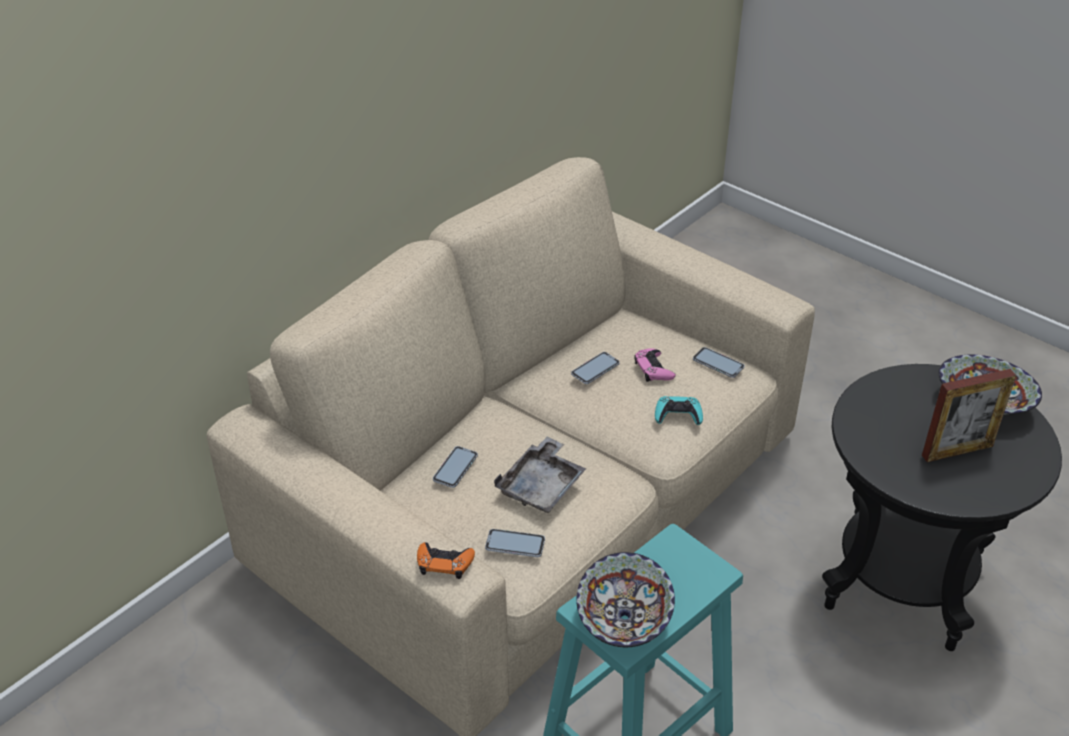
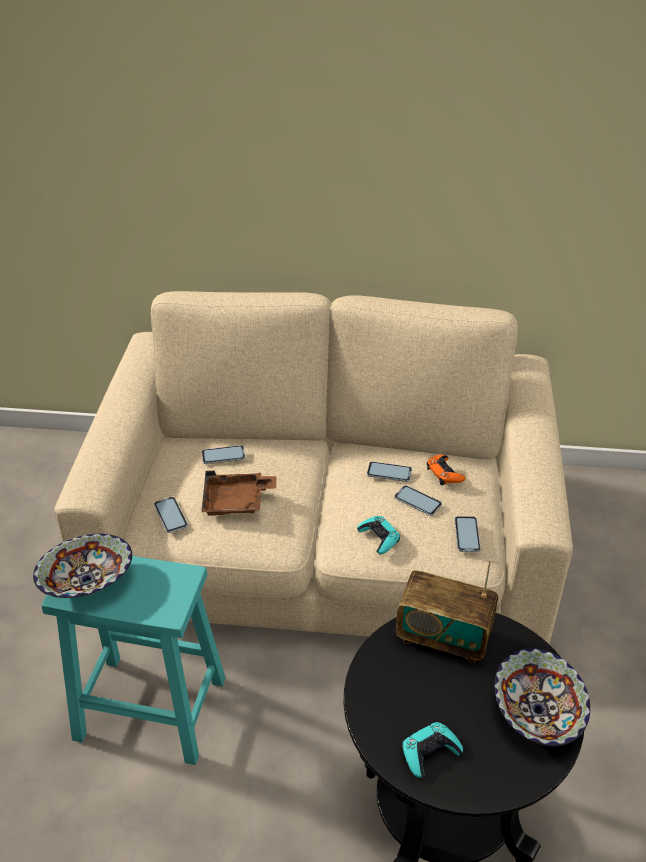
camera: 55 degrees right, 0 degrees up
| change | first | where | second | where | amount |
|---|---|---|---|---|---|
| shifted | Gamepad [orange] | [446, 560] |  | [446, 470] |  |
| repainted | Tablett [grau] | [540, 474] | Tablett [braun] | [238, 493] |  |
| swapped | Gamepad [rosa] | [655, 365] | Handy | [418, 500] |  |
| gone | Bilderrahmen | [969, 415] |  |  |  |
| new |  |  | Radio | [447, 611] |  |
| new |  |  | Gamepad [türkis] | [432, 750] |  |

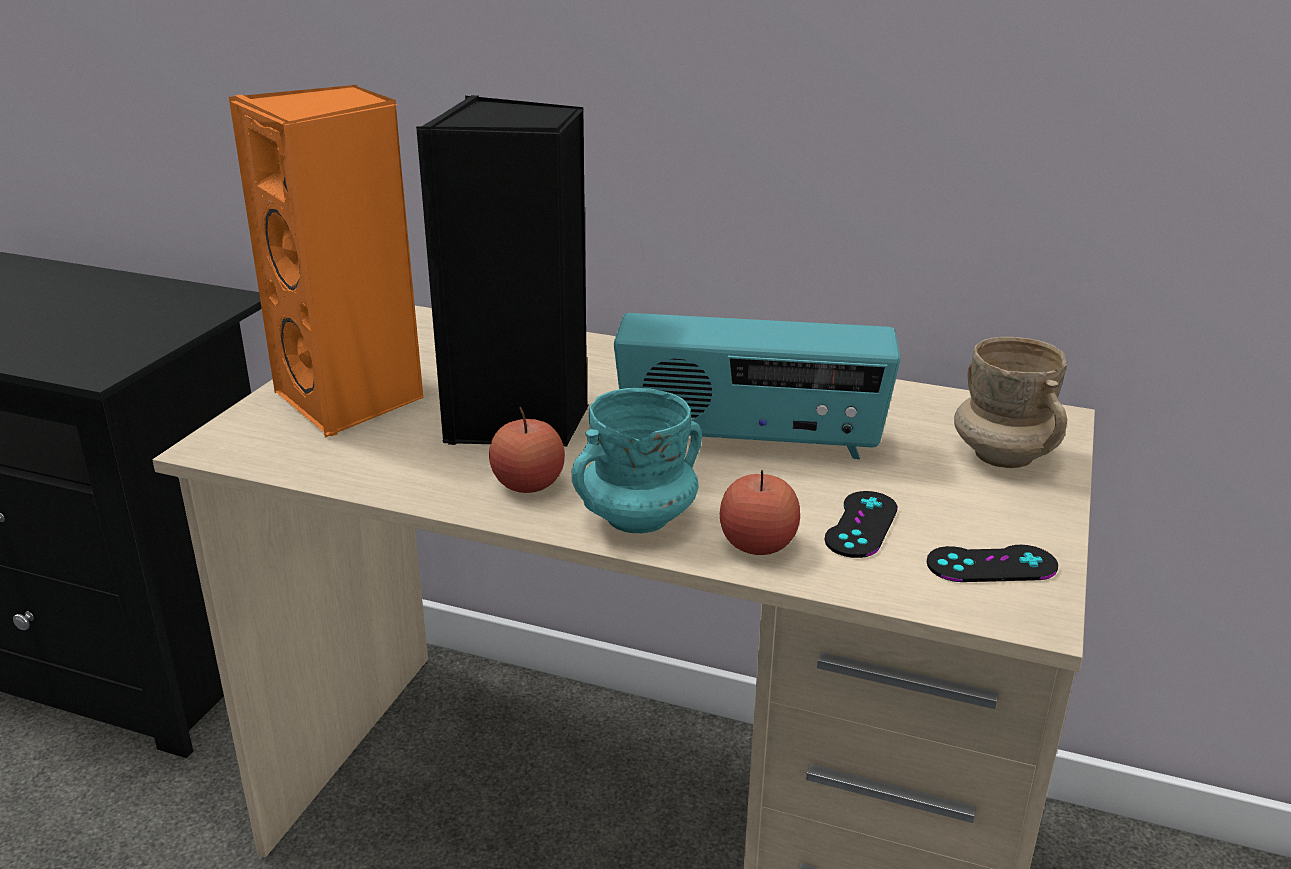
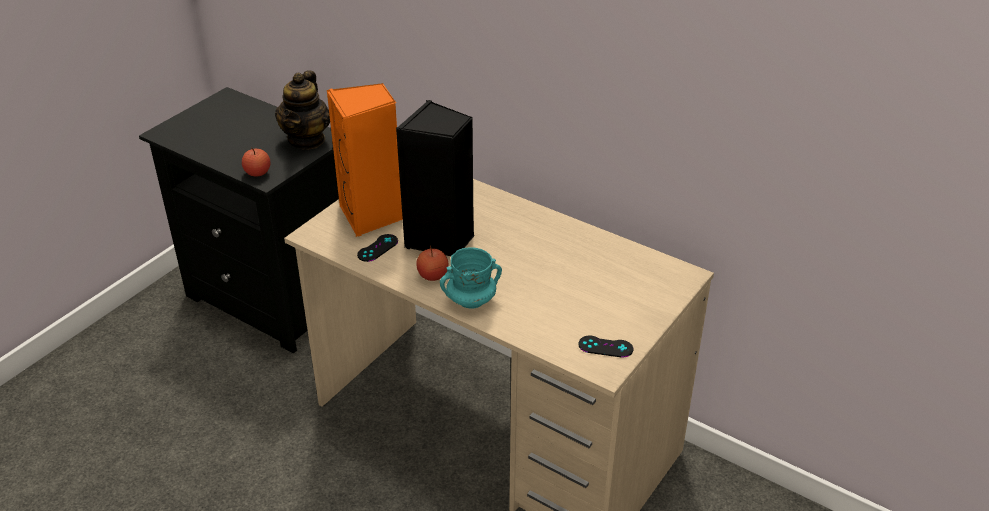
camera: 15 degrees right, 10 degrees up
| change | first | where | second | where | amount |
|---|---|---|---|---|---|
| gone | Radio | [757, 386] |  |  |  |
| shifted | Apfel | [760, 512] |  | [256, 162] |  |
| shifted | Gamepad [schwarz] | [861, 524] |  | [377, 248] |  |
| gone | Henkelbecher [beige] | [1010, 402] |  |  |  |
| new |  |  | Teekanne | [302, 110] |  |

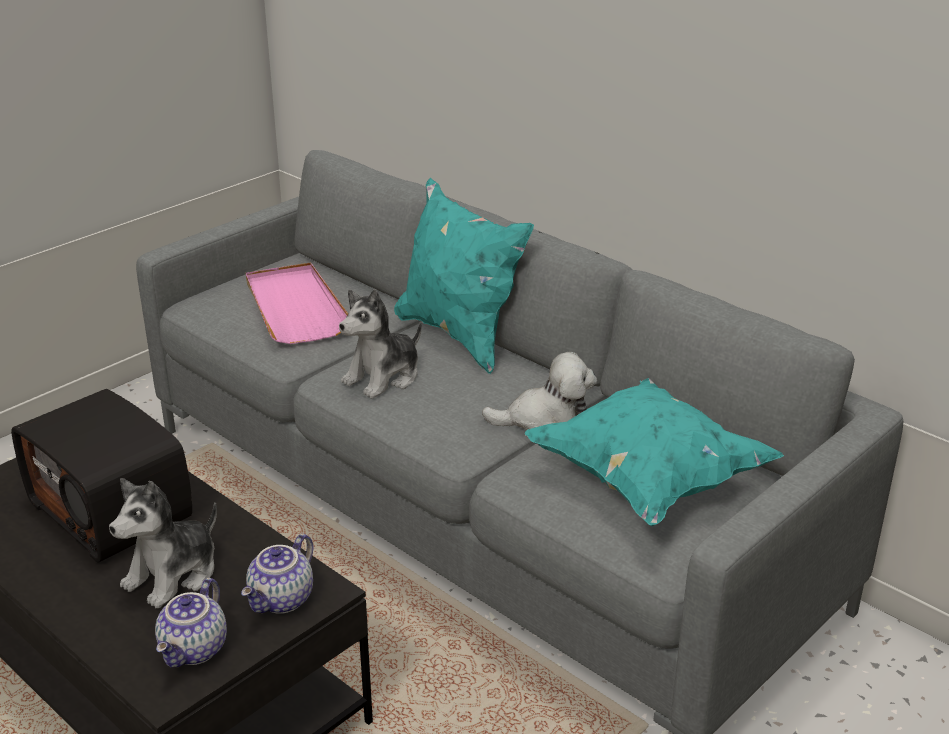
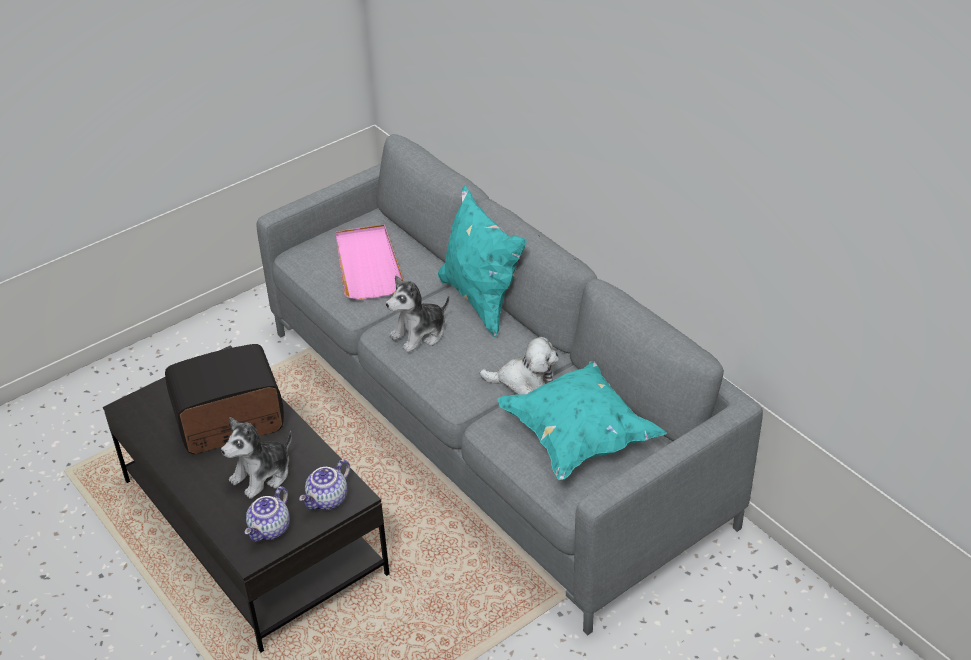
camera: 10 degrees right, 10 degrees up
| change | first | where | second | where | amount |
|---|---|---|---|---|---|
| rotated | Radio | [101, 476] |  | [224, 399] | 105 degrees clockwise |

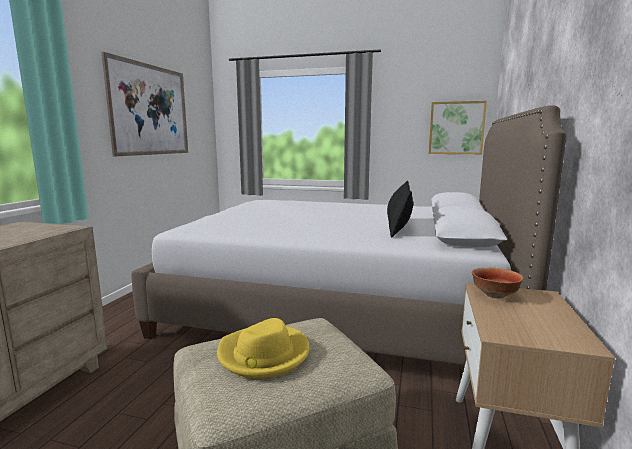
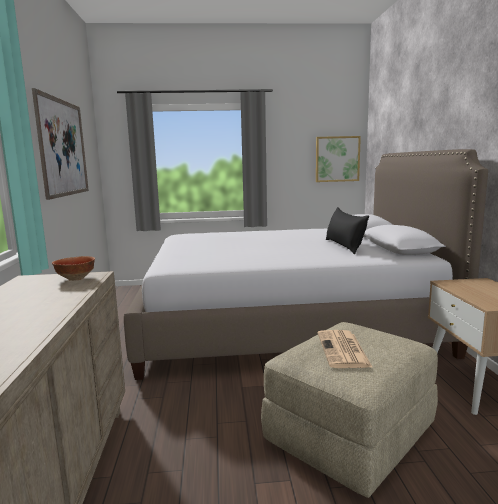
camera: 20 degrees left, 0 degrees up
| change | first | where | second | where | amount |
|---|---|---|---|---|---|
| swapped | Hut [gelb] | [263, 348] | Zeitung | [345, 349] |  |
| shifted | Schüssel | [497, 283] |  | [73, 268] |  |

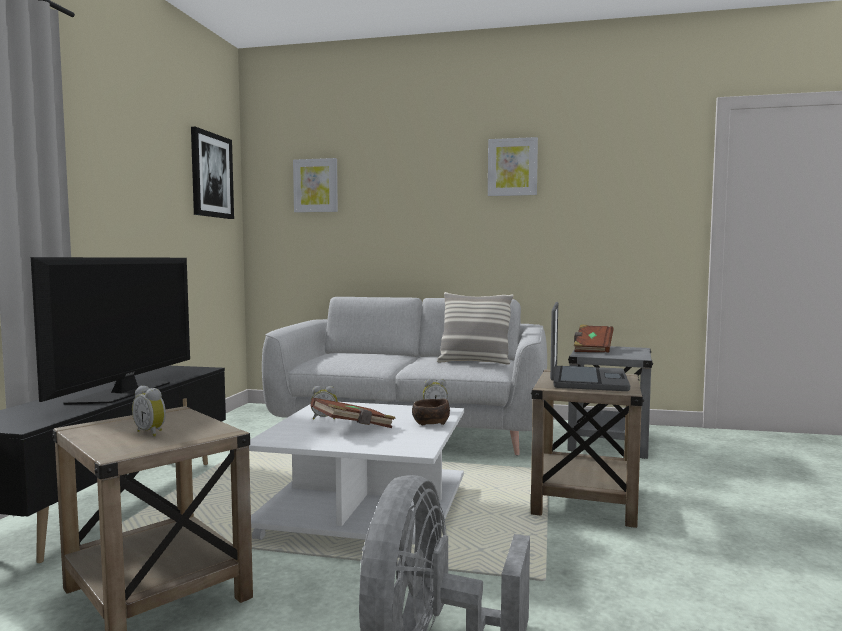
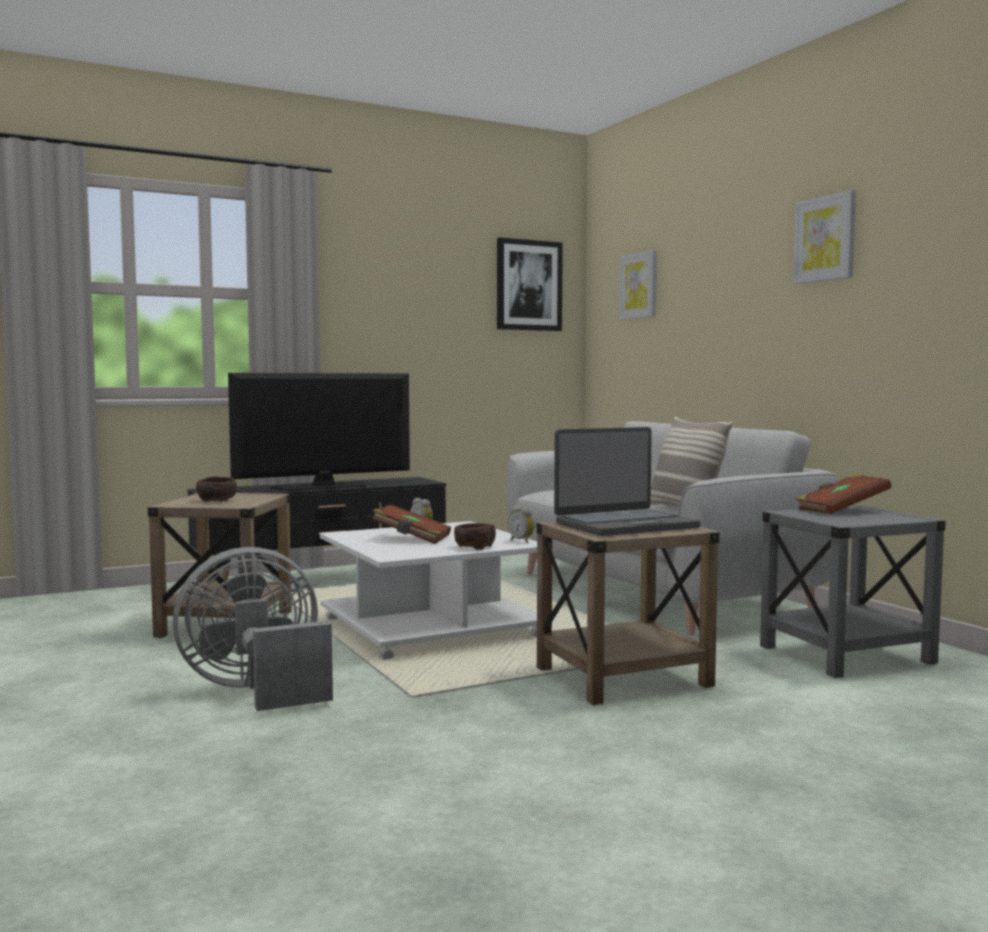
camera: 50 degrees right, 0 degrees up
| change | first | where | second | where | amount |
|---|---|---|---|---|---|
| swapped | Wecker | [149, 411] | Schüssel [braun] | [216, 489] |  |

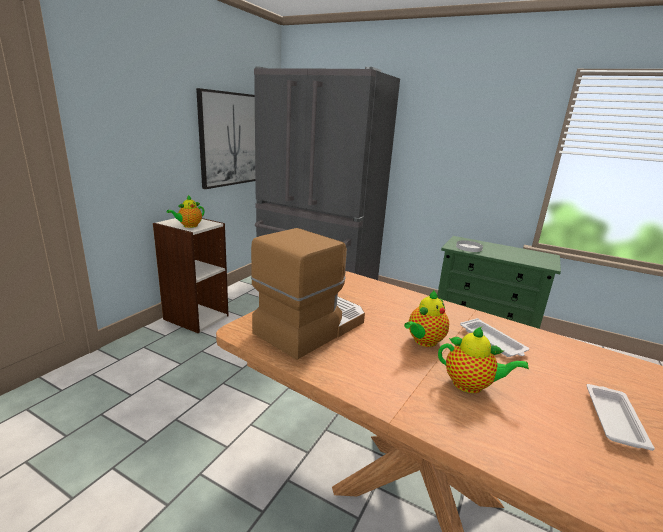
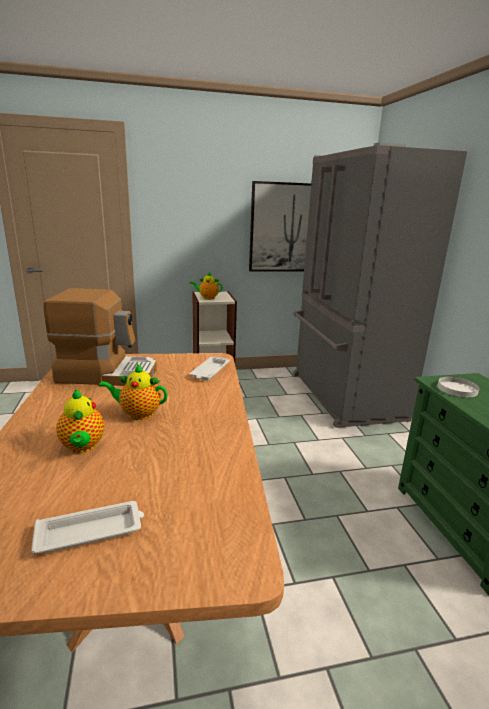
camera: 50 degrees right, 0 degrees up
| change | first | where | second | where | amount |
|---|---|---|---|---|---|
| shifted | Tablett [weiß] | [494, 337] |  | [209, 368] |  |

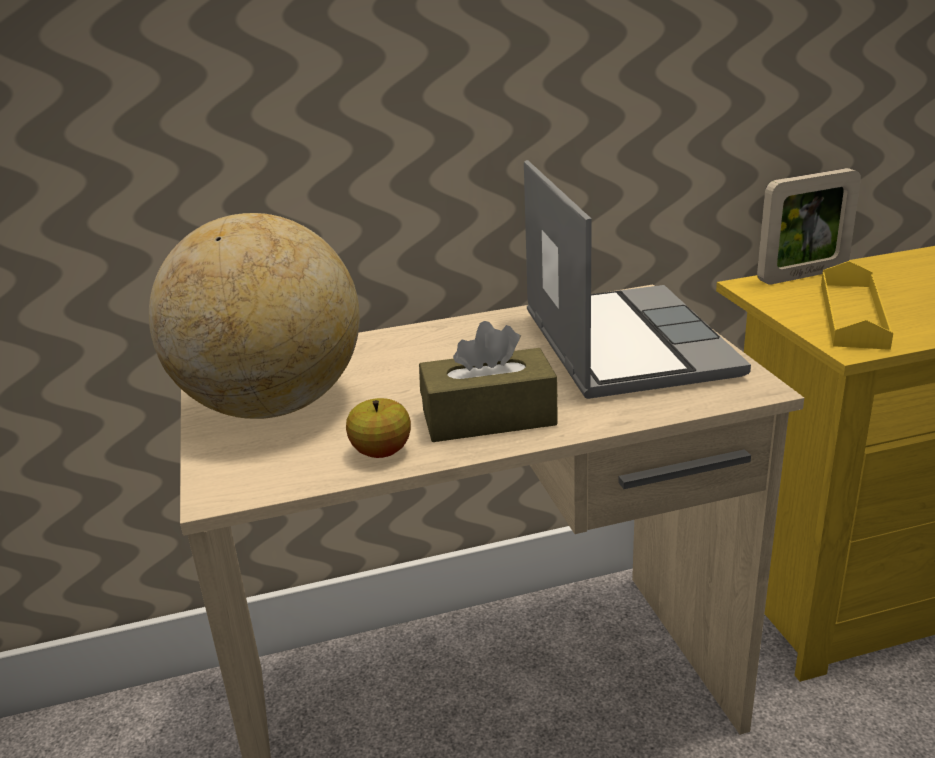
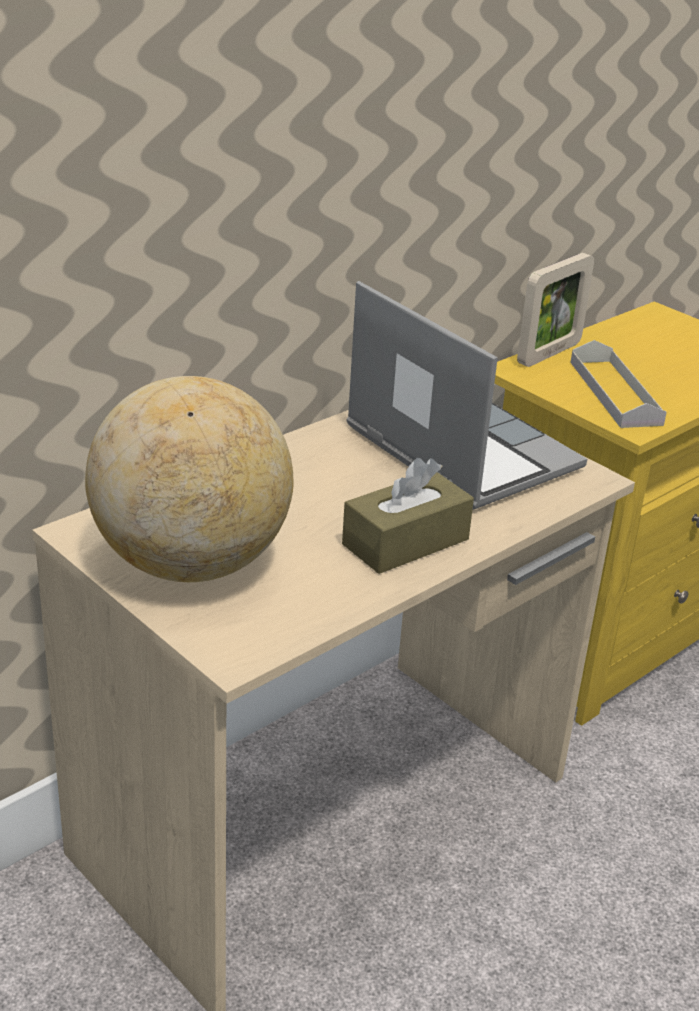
camera: 30 degrees left, 5 degrees up
| change | first | where | second | where | amount |
|---|---|---|---|---|---|
| gone | Apfel | [378, 428] |  |  |  |
| repainted | Tablett [gelb] | [857, 305] | Tablett [grau] | [618, 384] |  |

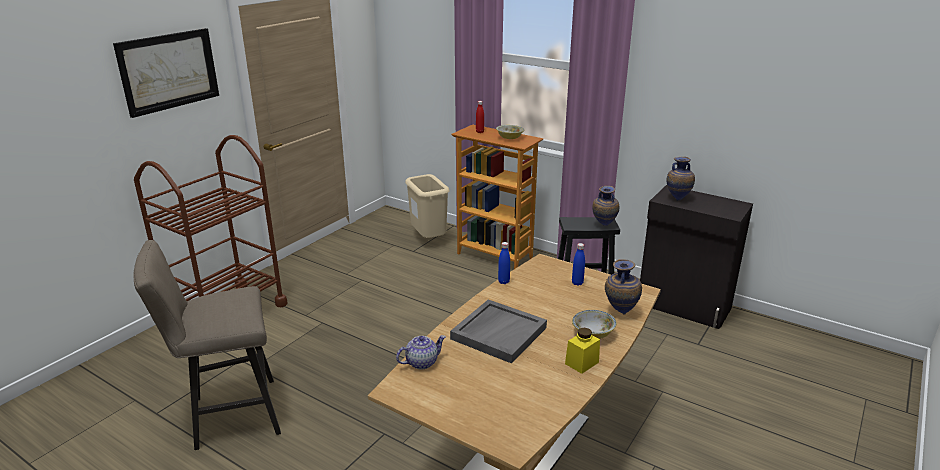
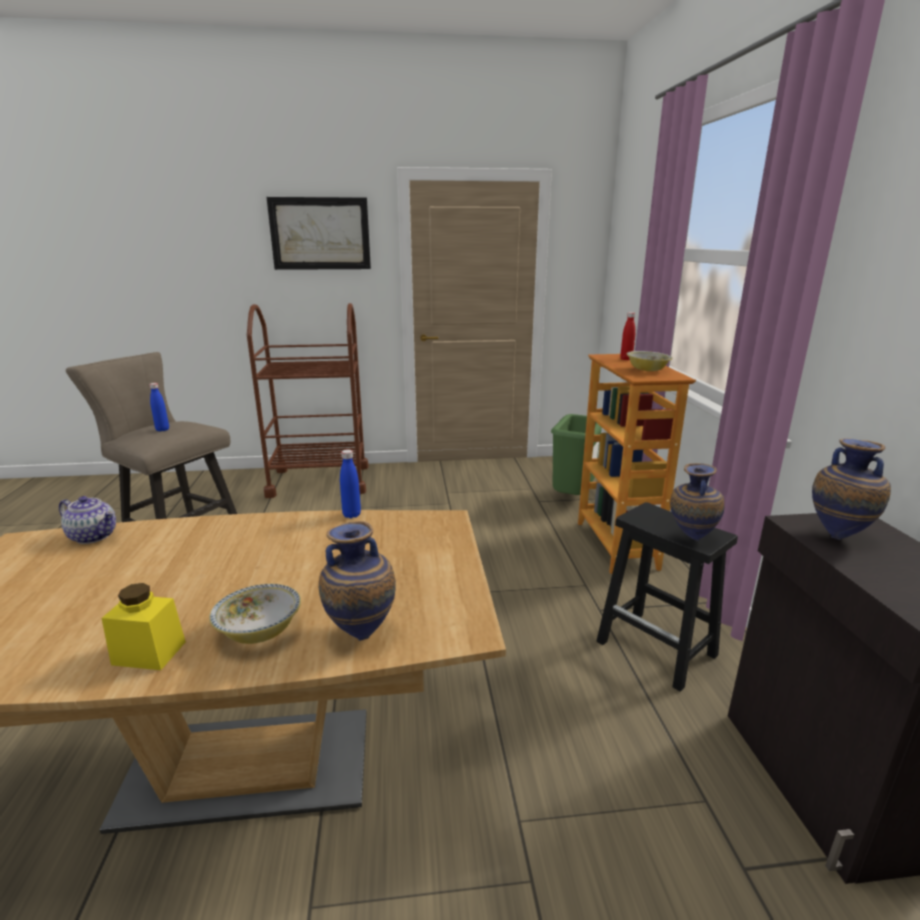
camera: 50 degrees right, 5 degrees down
| change | first | where | second | where | amount |
|---|---|---|---|---|---|
| repainted | Mülleimer [beige] | [427, 206] | Mülleimer [grün] | [576, 454] |  |
| gone | Tablett [grau] | [498, 332] |  |  |  |
| shifted | Flasche [blau] | [578, 264] |  | [159, 407] |  |

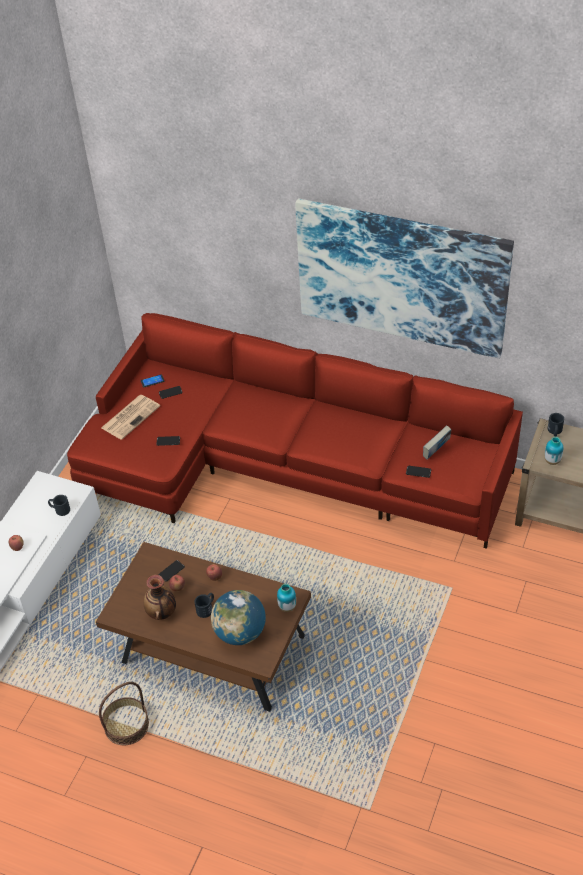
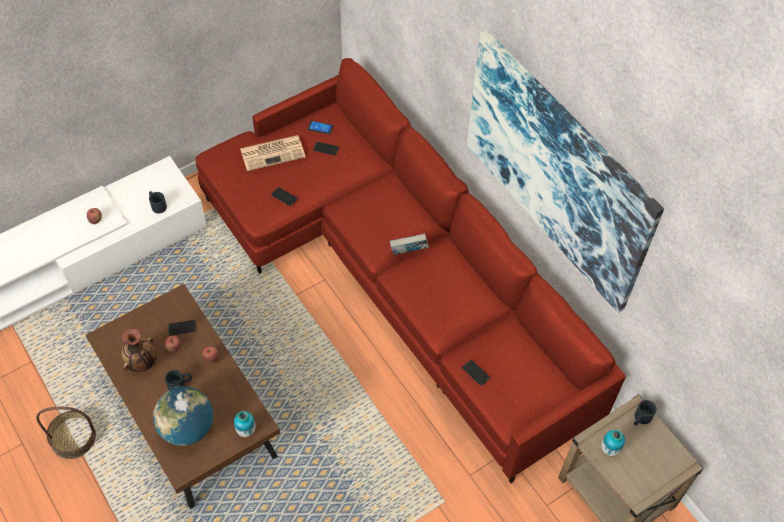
camera: 30 degrees right, 10 degrees up
| change | first | where | second | where | amount |
|---|---|---|---|---|---|
| shifted | Buch | [437, 442] |  | [409, 244] |  |

